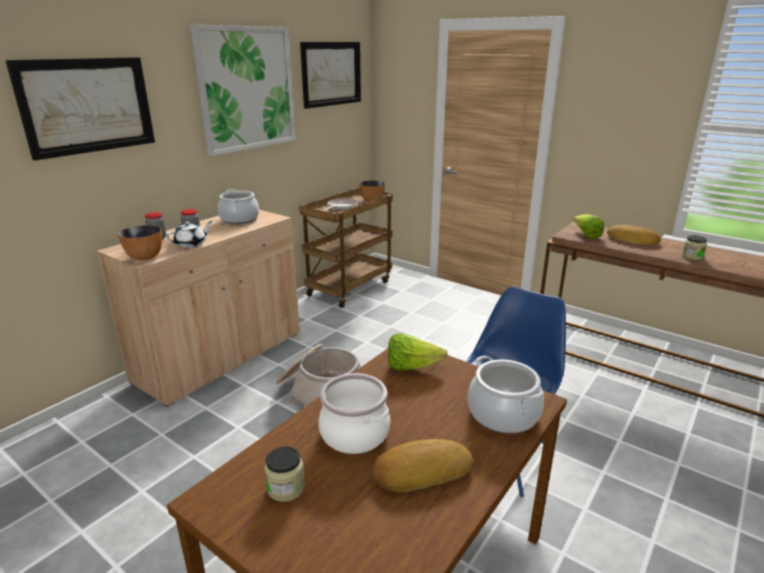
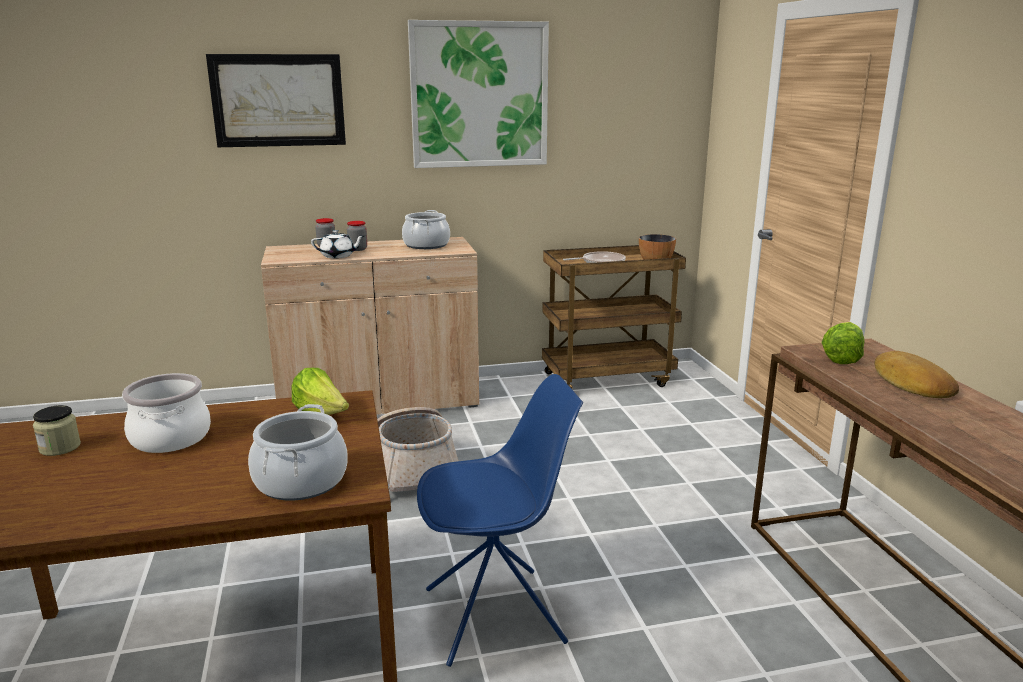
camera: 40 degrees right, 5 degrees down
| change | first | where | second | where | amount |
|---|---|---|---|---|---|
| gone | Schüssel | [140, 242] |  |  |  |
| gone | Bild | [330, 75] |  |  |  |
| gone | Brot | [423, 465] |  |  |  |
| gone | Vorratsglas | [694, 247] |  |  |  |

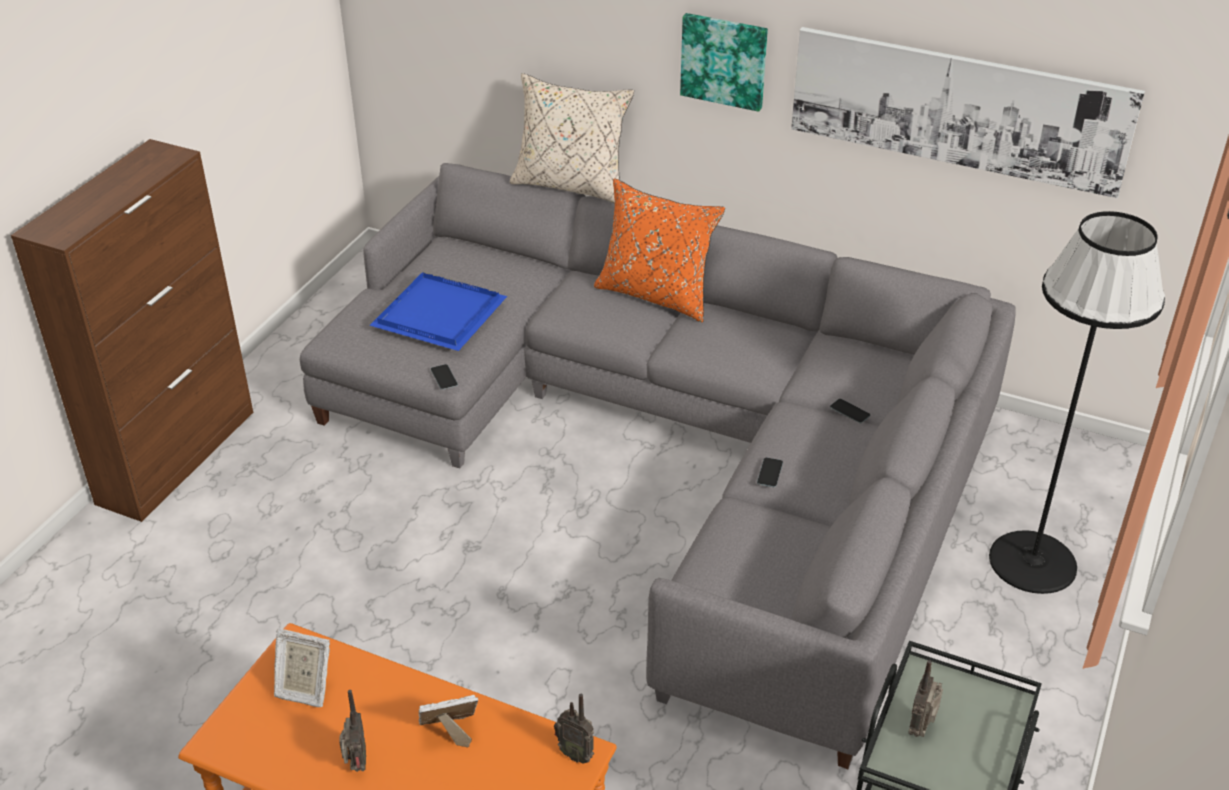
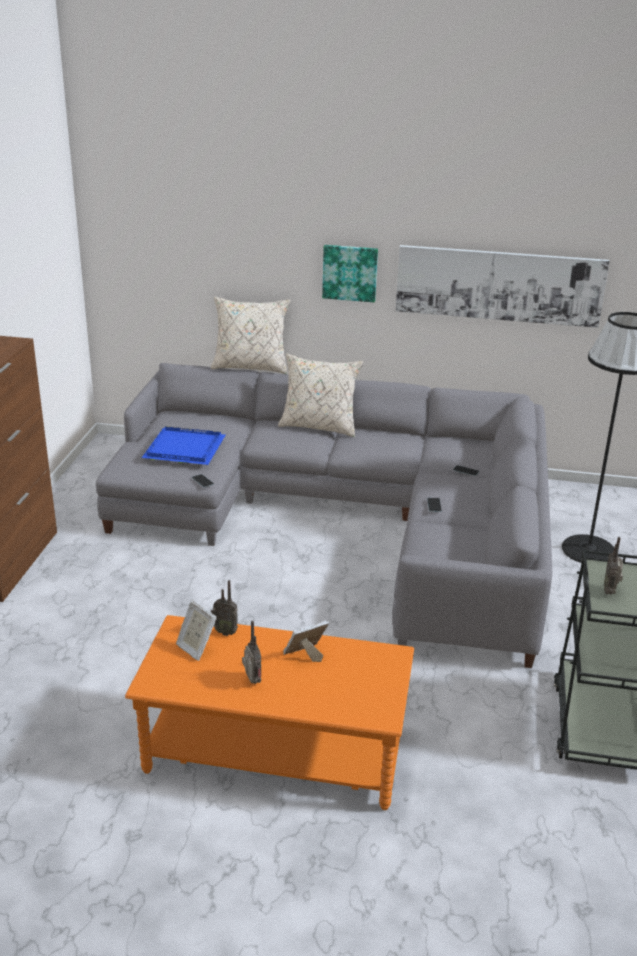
camera: 15 degrees left, 10 degrees down
| change | first | where | second | where | amount |
|---|---|---|---|---|---|
| rotated | Bilderrahmen | [302, 668] |  | [196, 630] | 45 degrees clockwise |
| shifted | Radio | [574, 729] |  | [224, 608] |  |
| repainted | Kissen [orange] | [659, 250] | Kissen [beige] | [320, 395] |  |

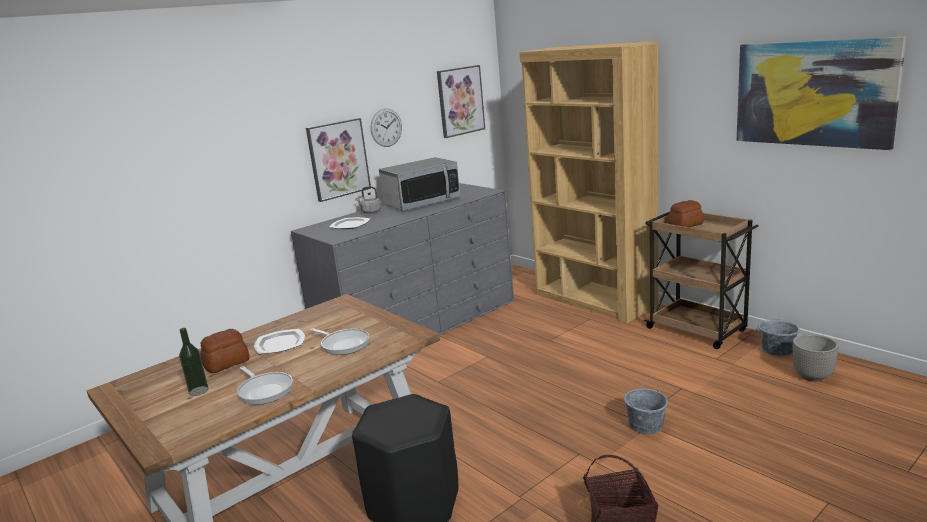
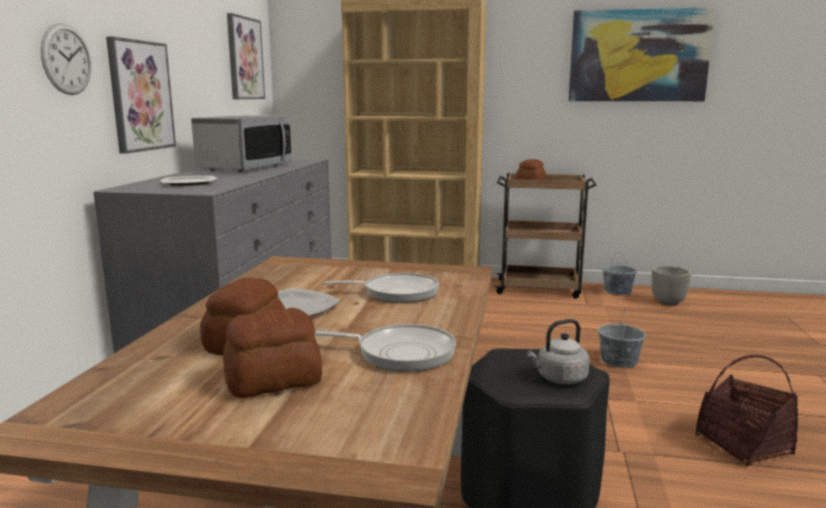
camera: 40 degrees left, 5 degrees down
| change | first | where | second | where | amount |
|---|---|---|---|---|---|
| swapped | Flasche | [193, 362] | Brot | [272, 353] |  |
| shifted | Wasserkessel [grau] | [368, 199] |  | [558, 352] |  |
| shifted | Wanduhr | [386, 128] |  | [66, 59] |  |

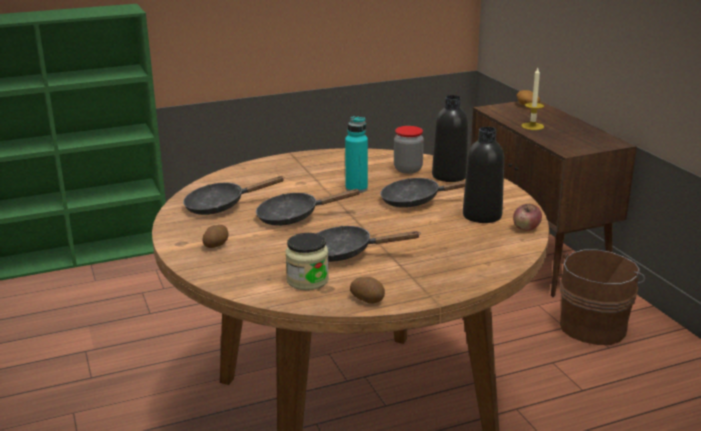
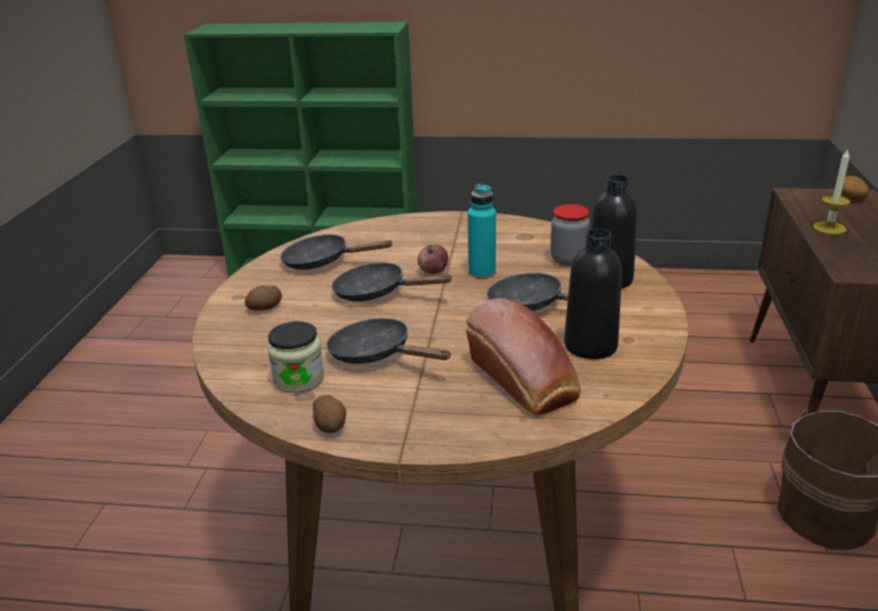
camera: 30 degrees right, 5 degrees up
| change | first | where | second | where | amount |
|---|---|---|---|---|---|
| shifted | Apfel | [527, 217] |  | [432, 259] |  |
| new |  |  | Brot | [523, 357] |  |

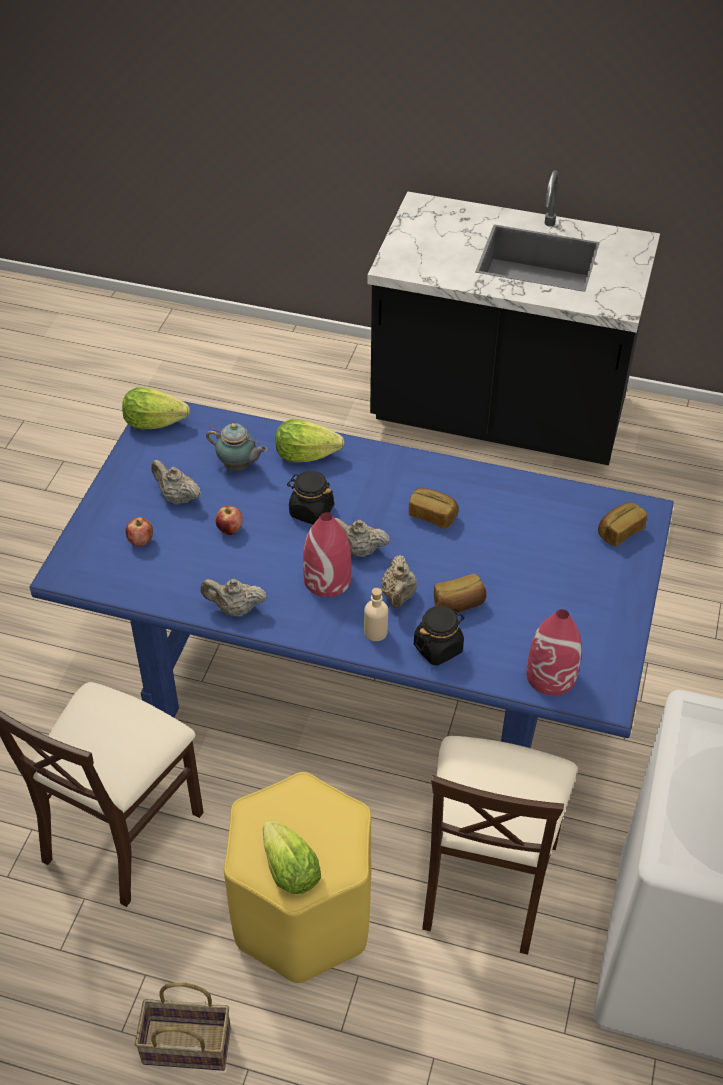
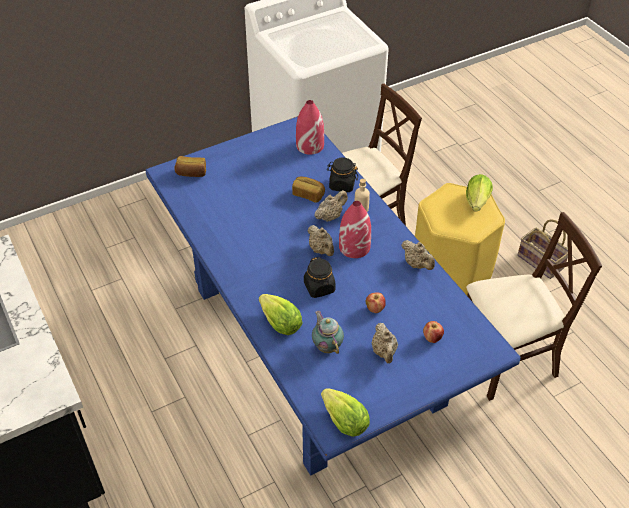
camera: 135 degrees left, 0 degrees up
| change | first | where | second | where | amount |
|---|---|---|---|---|---|
| gone | Brot | [434, 508] |  |  |  |

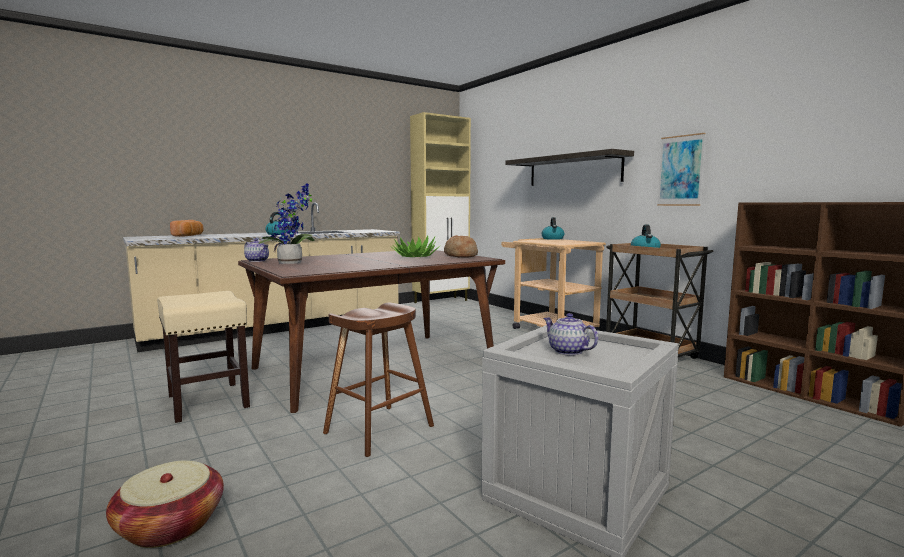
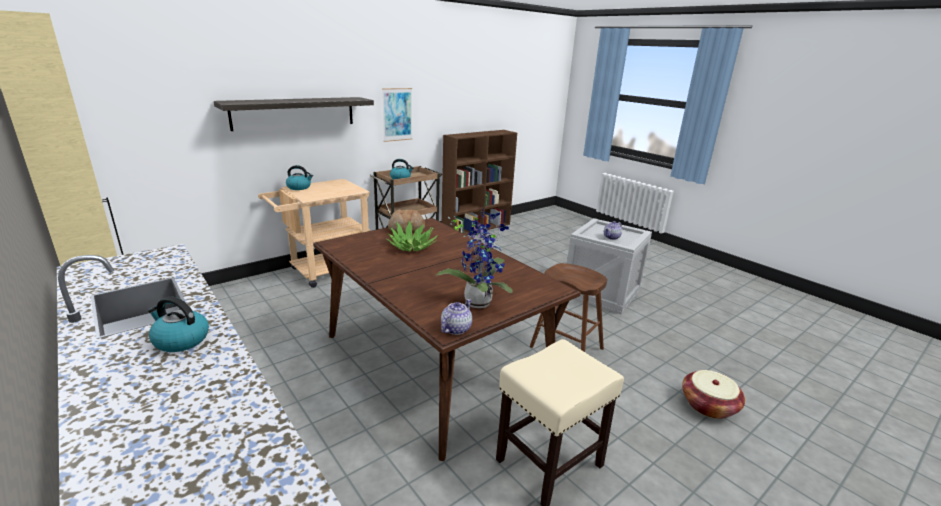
camera: 95 degrees left, 15 degrees up
| change | first | where | second | where | amount |
|---|---|---|---|---|---|
| gone | Brot | [187, 228] |  |  |  |

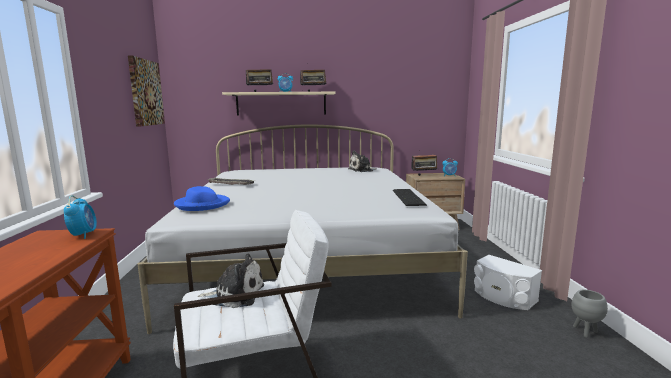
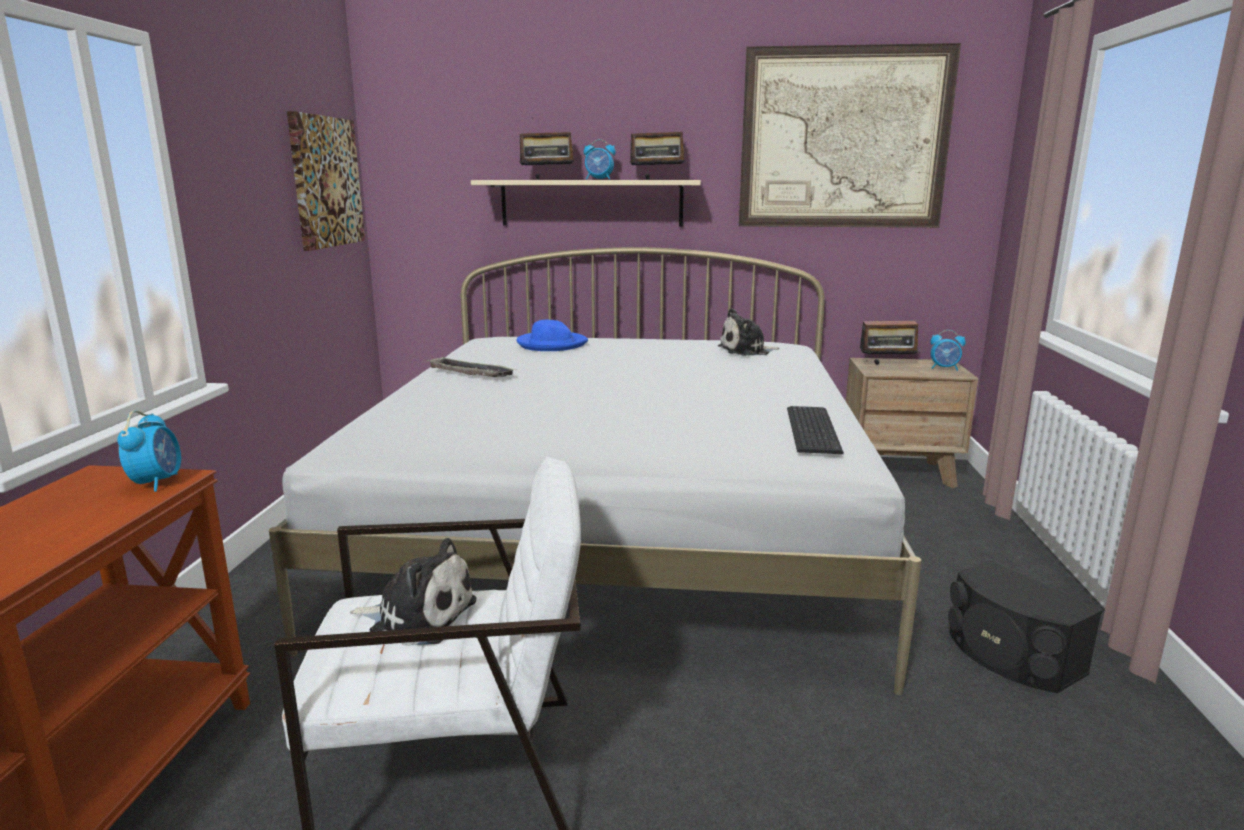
camera: 10 degrees right, 5 degrees up
| change | first | where | second | where | amount |
|---|---|---|---|---|---|
| shifted | Hut [blau] | [202, 198] |  | [552, 335] |  |
| repainted | Lautsprecher [weiß] | [508, 282] | Lautsprecher [schwarz] | [1025, 626] |  |
| gone | Pflanzkübel [grau] | [590, 314] |  |  |  |
| new |  |  | Bild | [850, 135] |  |

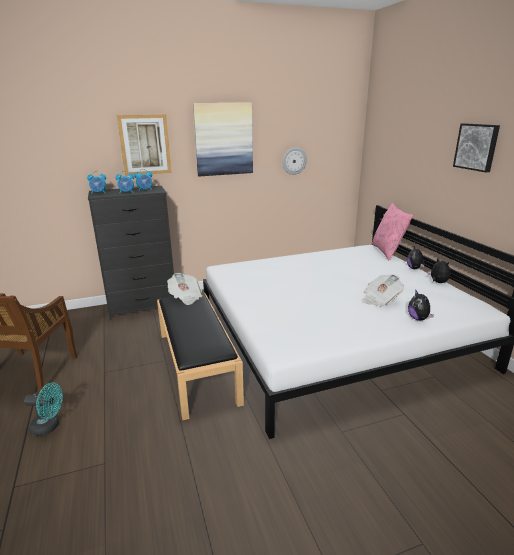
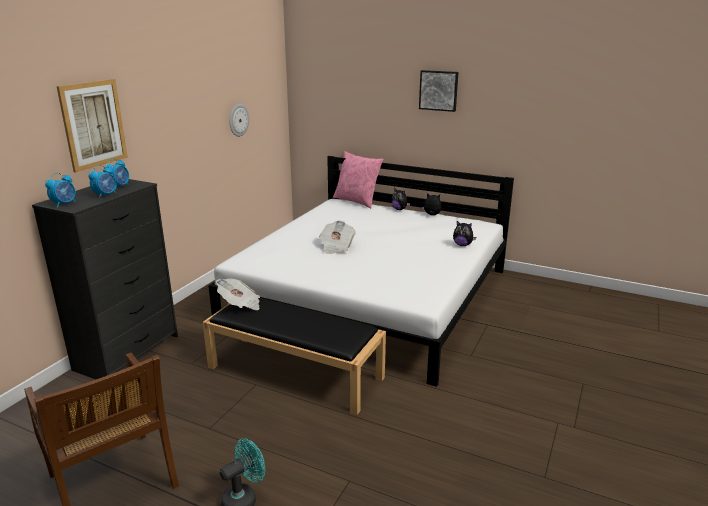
camera: 45 degrees left, 0 degrees up
| change | first | where | second | where | amount |
|---|---|---|---|---|---|
| gone | Bild | [223, 139] |  |  |  |
| shifted | Zeitung | [383, 290] |  | [337, 237] |  |

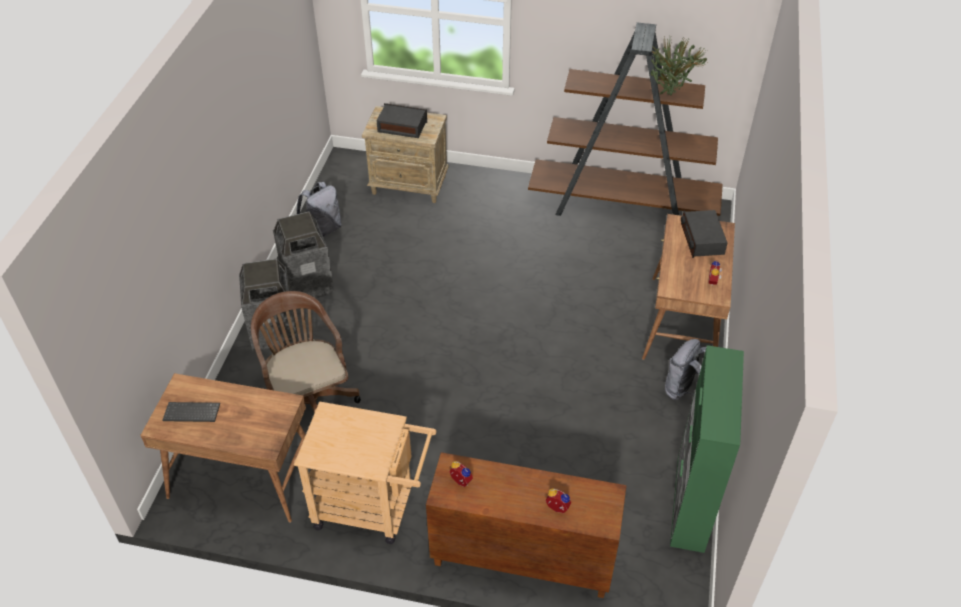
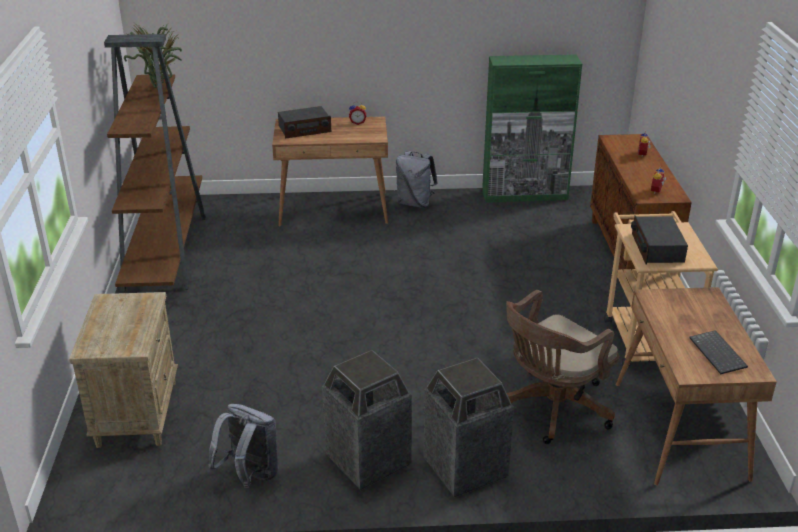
camera: 105 degrees left, 15 degrees down
| change | first | where | second | where | amount |
|---|---|---|---|---|---|
| shifted | Radio | [402, 120] |  | [659, 240] |  |

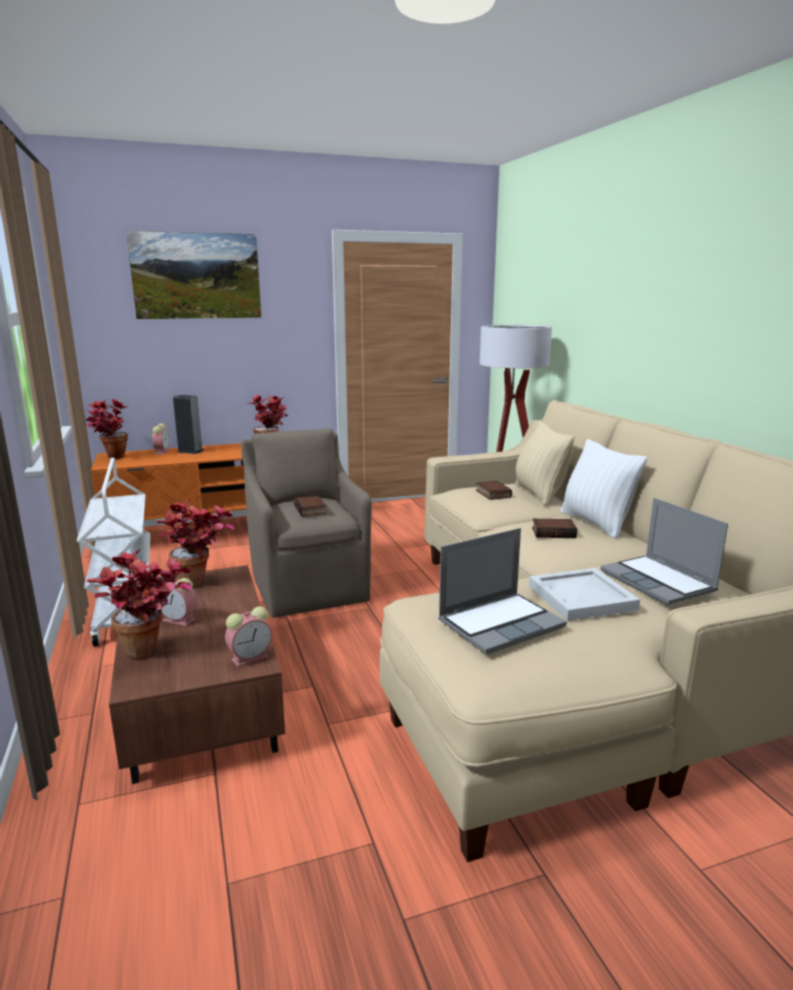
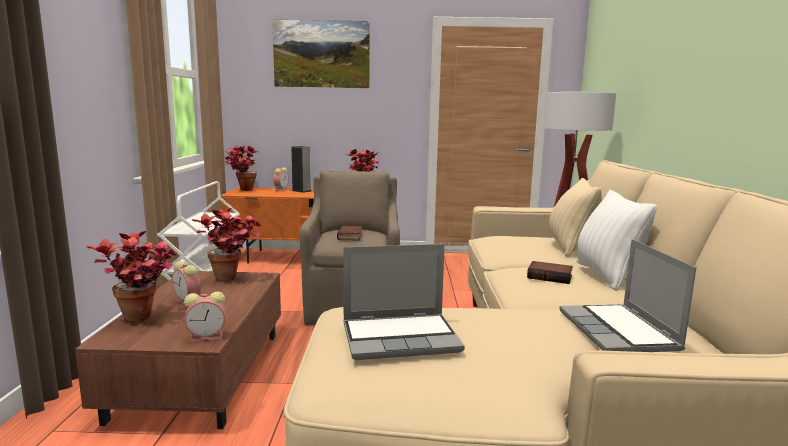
camera: 20 degrees right, 5 degrees down
| change | first | where | second | where | amount |
|---|---|---|---|---|---|
| gone | Buch | [494, 490] |  |  |  |
| gone | Tablett [weiß] | [584, 594] |  |  |  |

